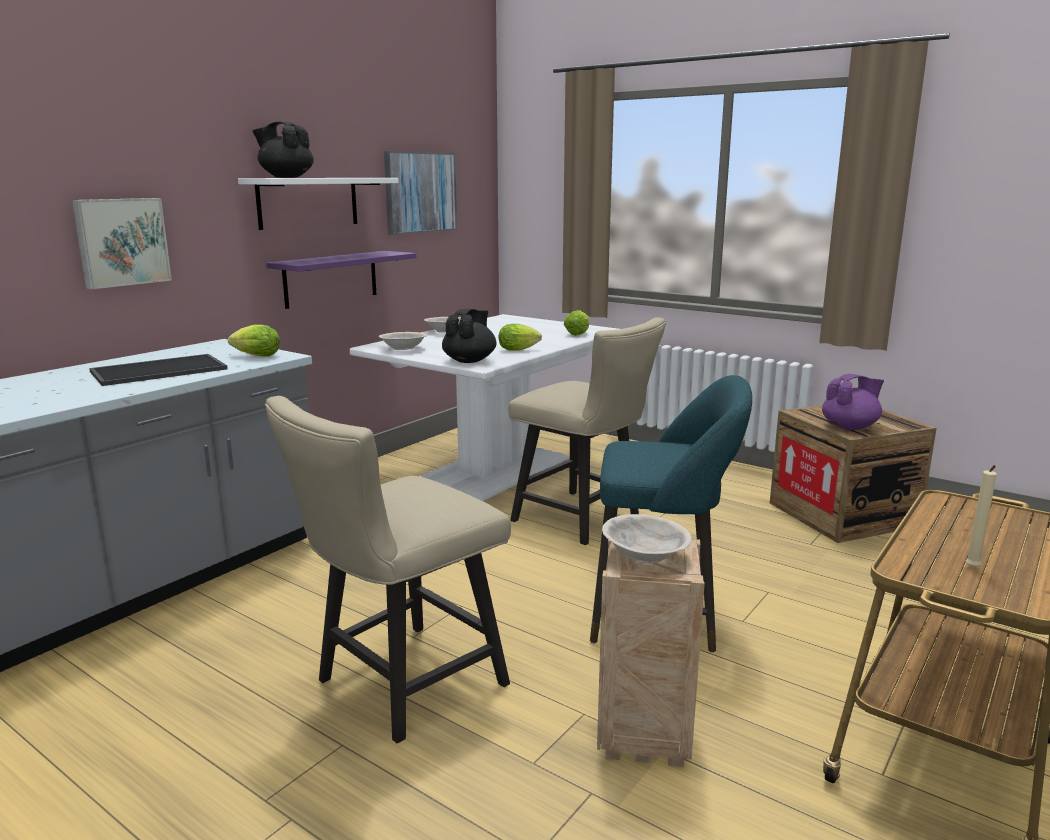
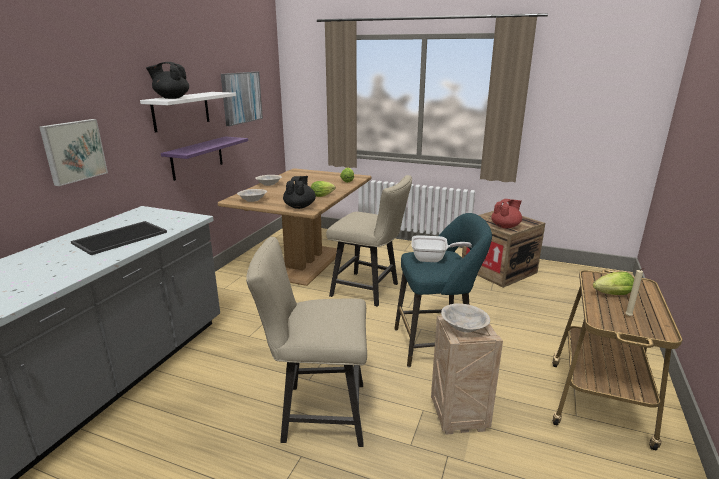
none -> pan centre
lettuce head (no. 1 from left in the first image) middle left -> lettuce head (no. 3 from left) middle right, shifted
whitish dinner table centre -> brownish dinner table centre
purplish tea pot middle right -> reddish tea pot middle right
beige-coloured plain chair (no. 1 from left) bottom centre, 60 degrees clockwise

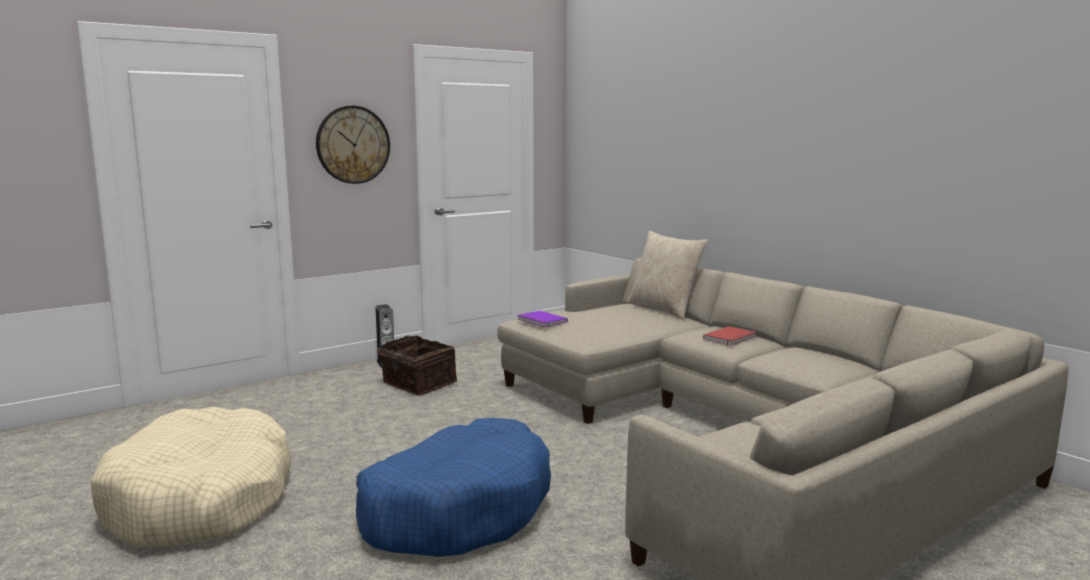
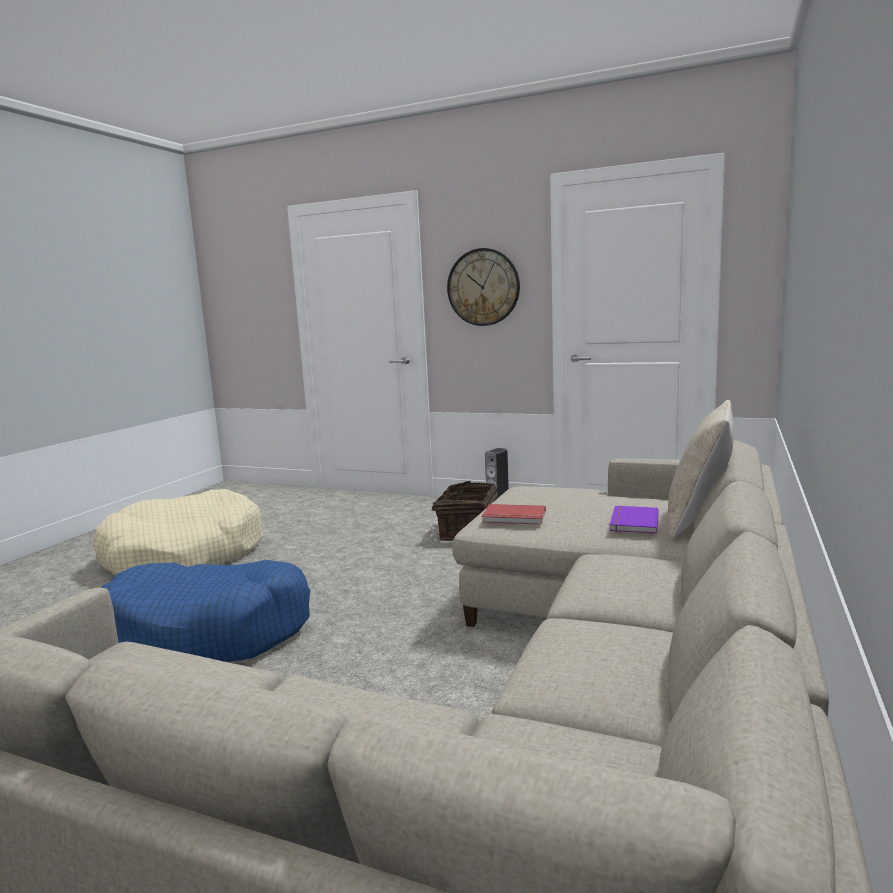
purplish bound book centre -> purplish bound book middle right, shifted
reddish bound book middle right -> reddish bound book centre, shifted

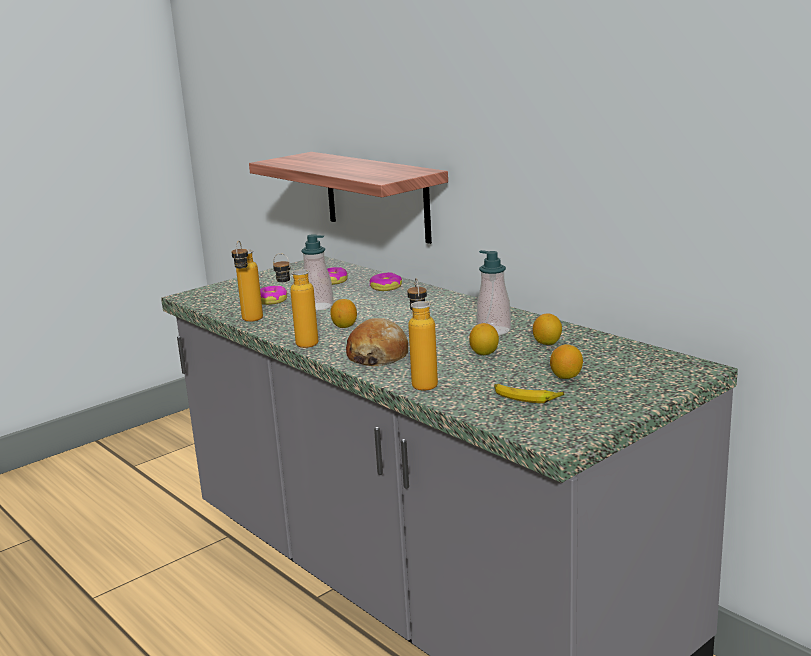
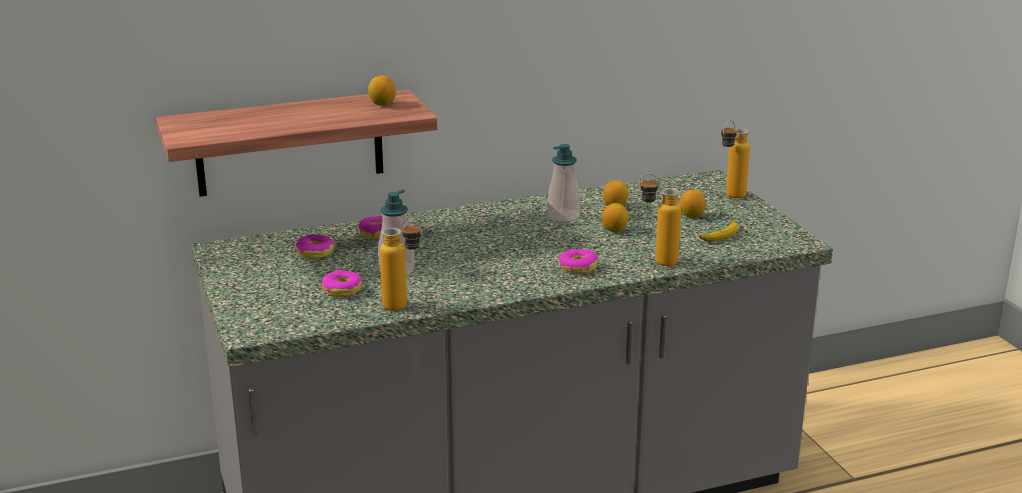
bottle (no. 2 from left in the first image) centre -> bottle (no. 3 from left) top right, shifted
whole lemon (no. 1 from left) centre -> whole lemon (no. 1 from left) top centre, shifted
bread centre -> donut (no. 4 from left) centre

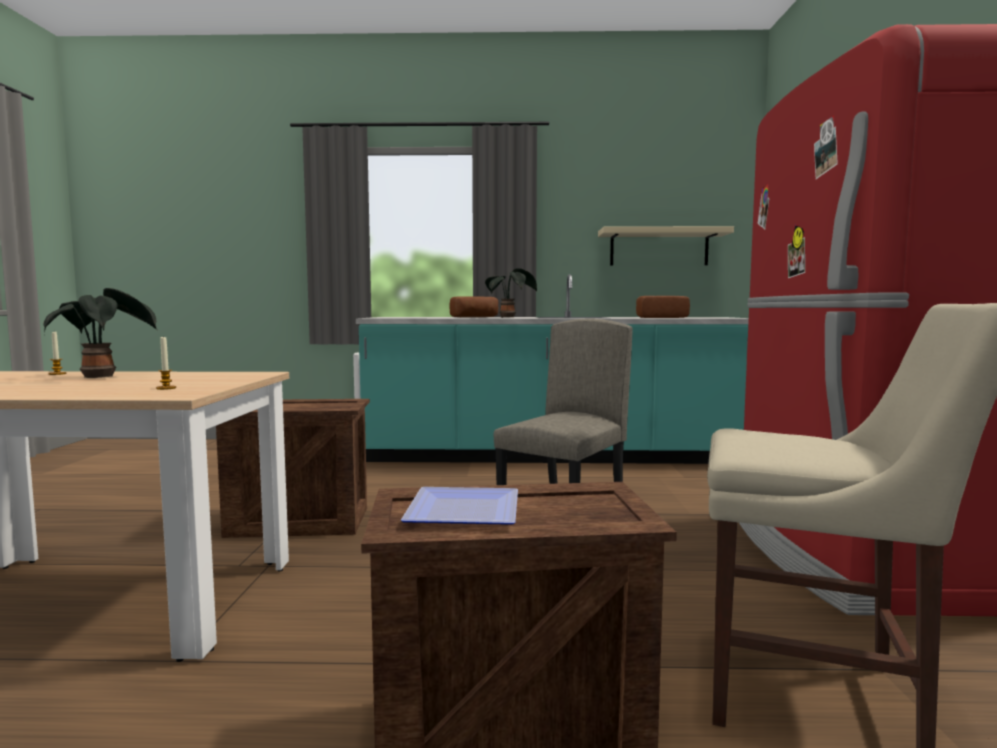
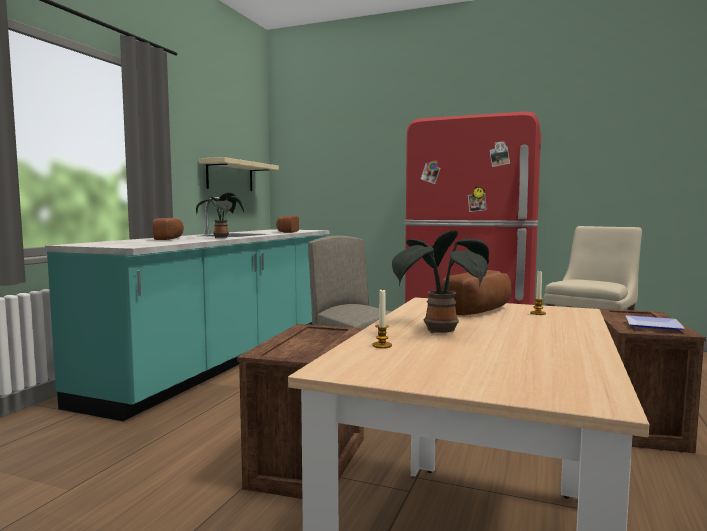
none -> bread (no. 3 from left) middle right

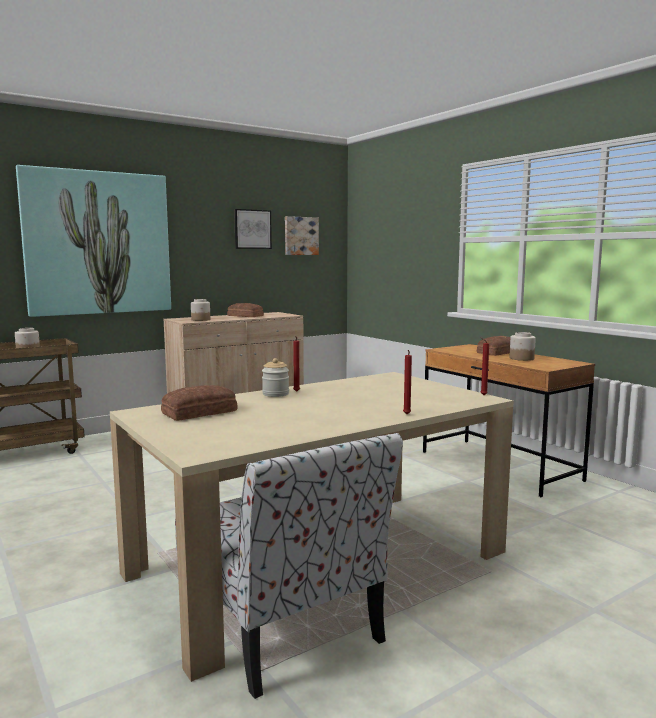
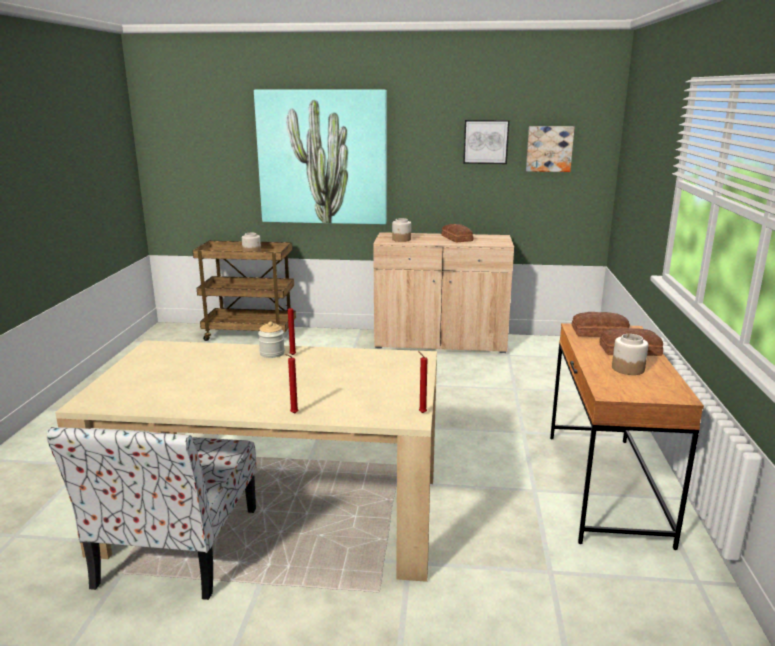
bread (no. 1 from left in the first image) middle left -> bread (no. 2 from left) middle right, shifted

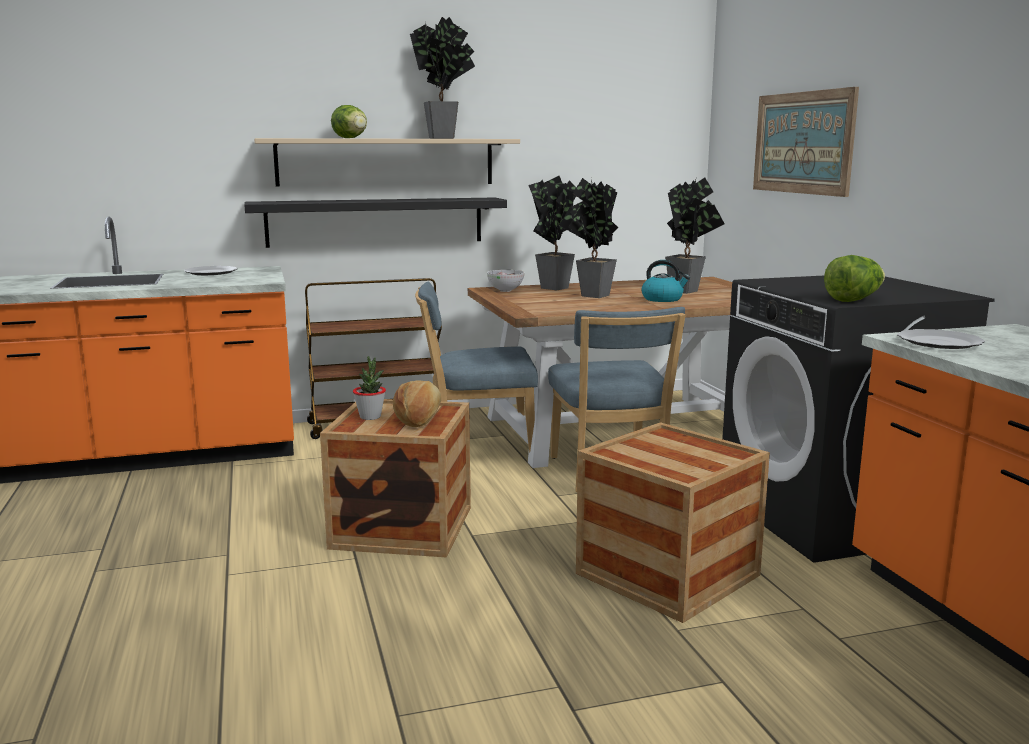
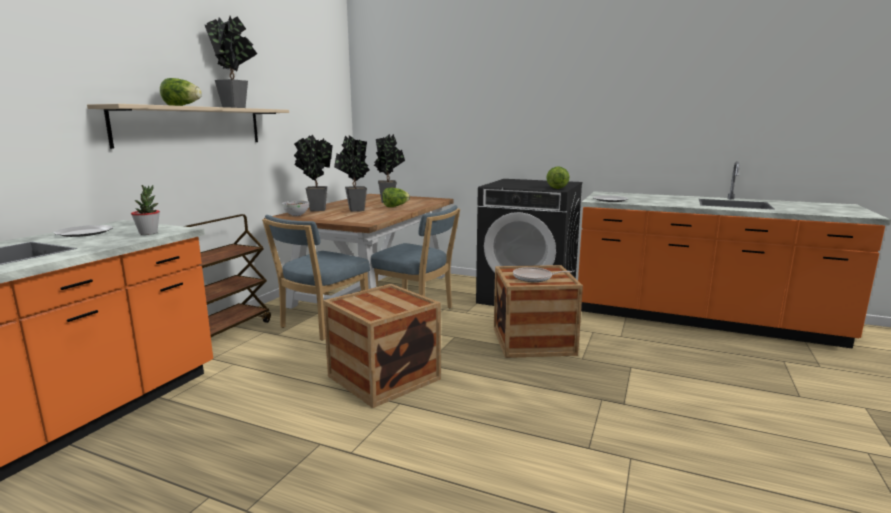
blackish wall shelf top centre -> none
bread centre -> none
wall picture top right -> none
none -> pan centre
houseplant (no. 1 from left) centre -> houseplant (no. 1 from left) middle left, shifted
kettle centre -> lettuce head (no. 2 from left) centre

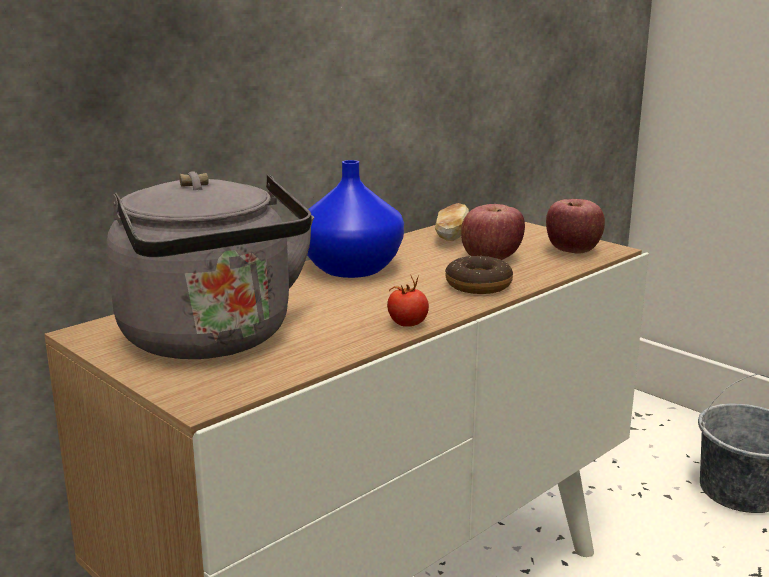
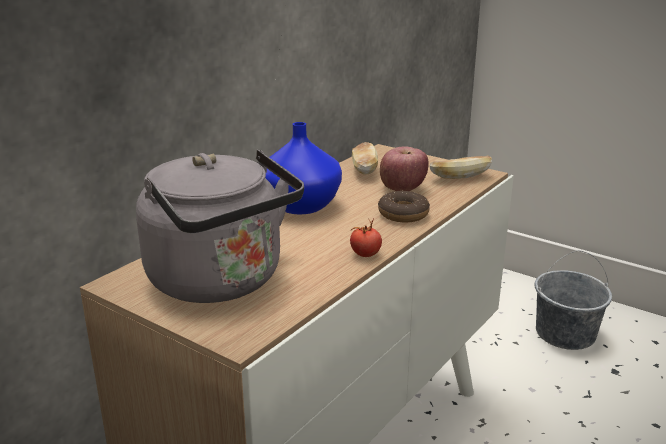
apple fruit (no. 2 from left) middle right -> bread (no. 2 from left) middle right

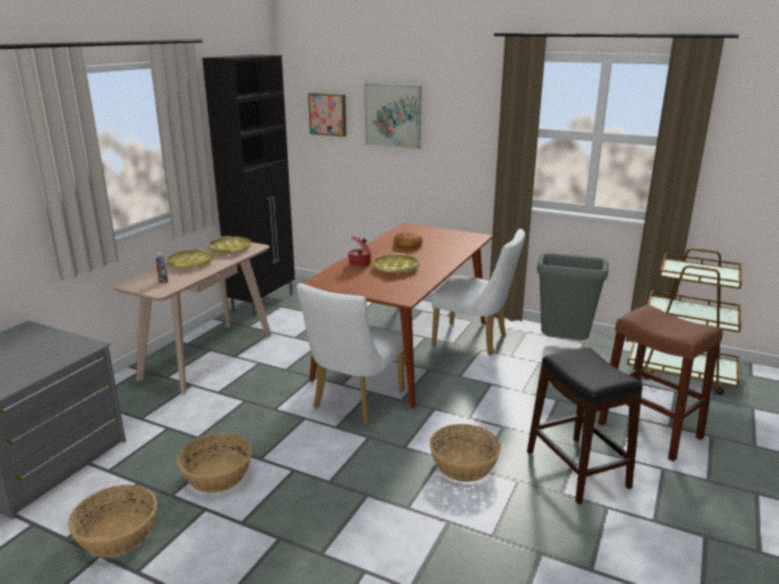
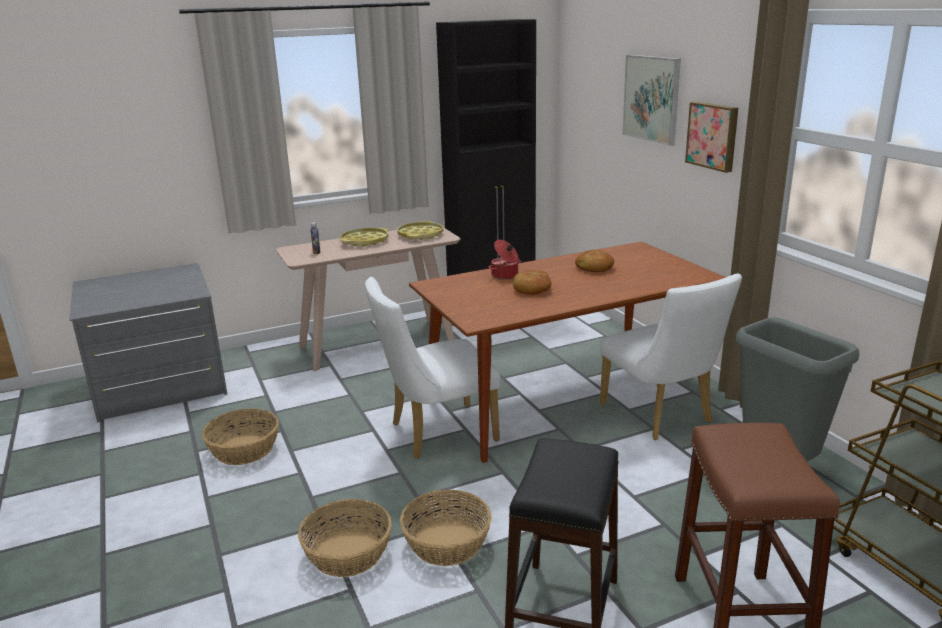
basket (no. 1 from left in the first image) bottom left -> basket (no. 2 from left) bottom centre, shifted
wall picture (no. 1 from left in the first image) top centre -> wall picture (no. 2 from left) top right, shifted
yellow-coloured carrying tray (no. 3 from left) centre -> bread (no. 1 from left) centre

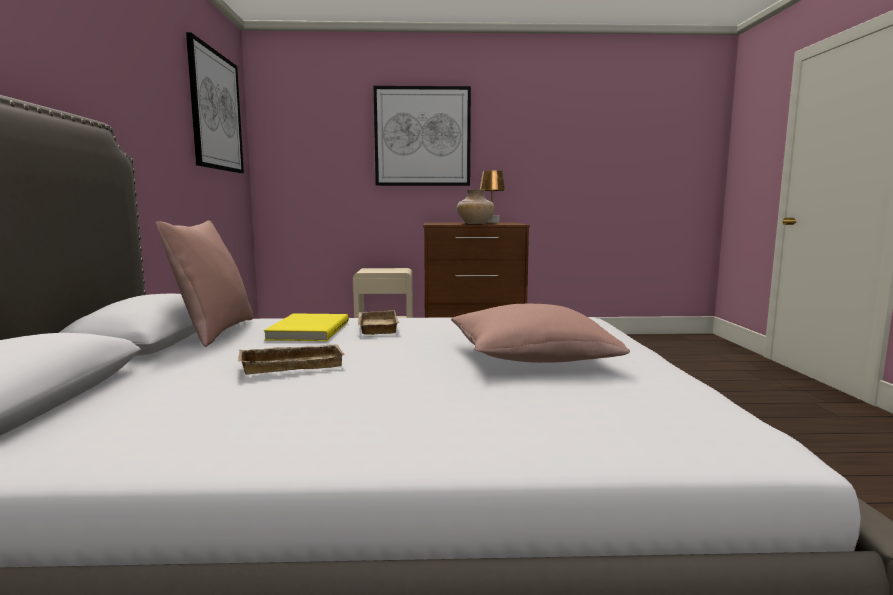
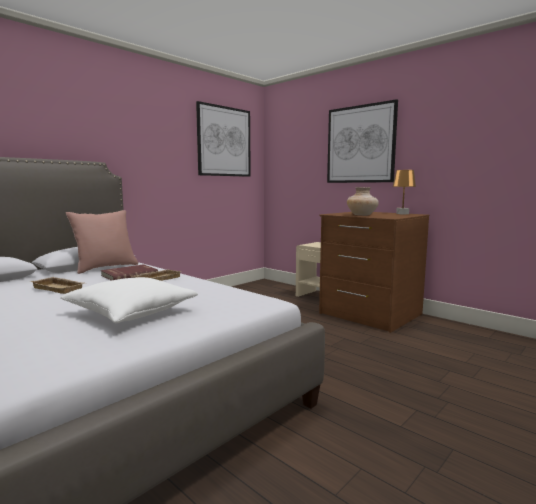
yellow-coloured bound book centre -> reddish bound book middle left
pink cushion (no. 2 from left) centre -> whitish cushion middle left

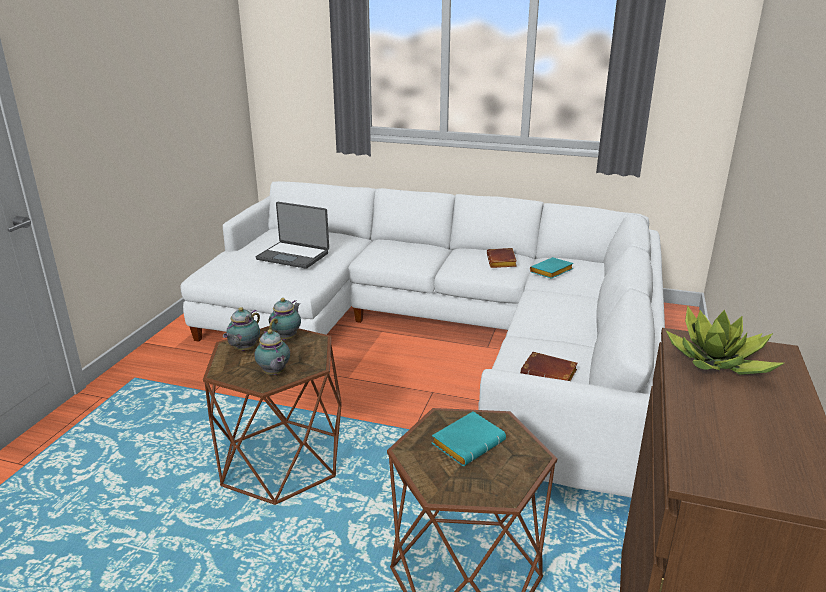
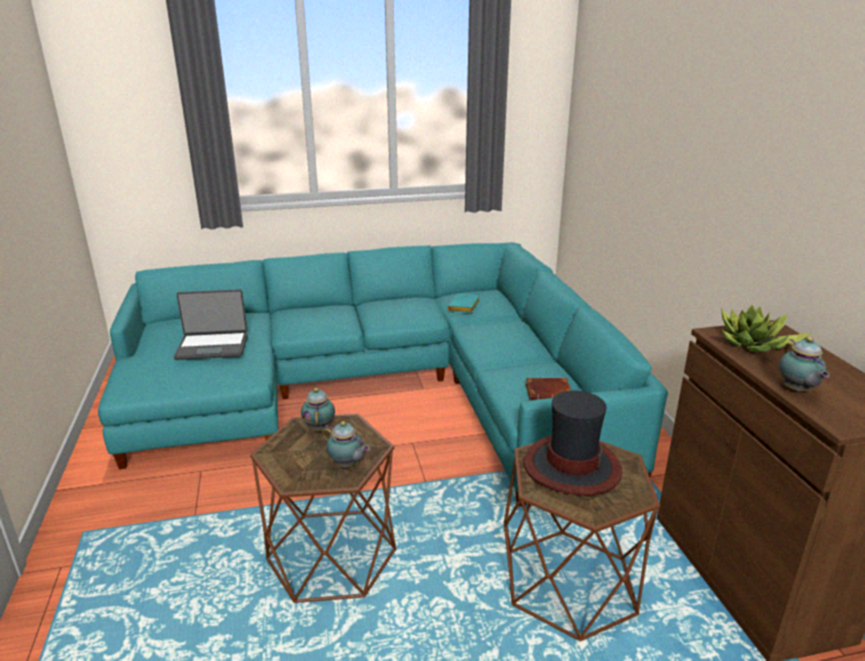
brownish bound book (no. 1 from left) centre -> none
tea pot (no. 1 from left in the first image) middle left -> tea pot (no. 3 from left) middle right, shifted
blue-green bound book (no. 1 from left) bottom centre -> clothing hat bottom centre
whitish settee centre -> blue-green settee centre

